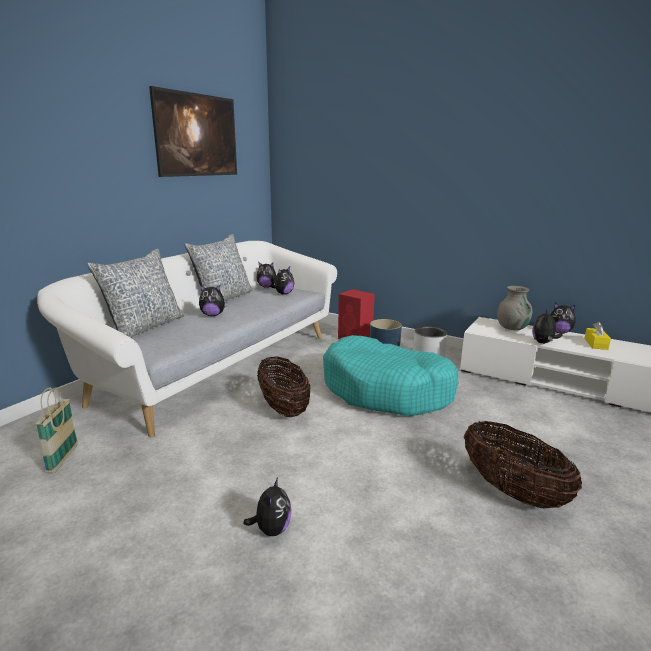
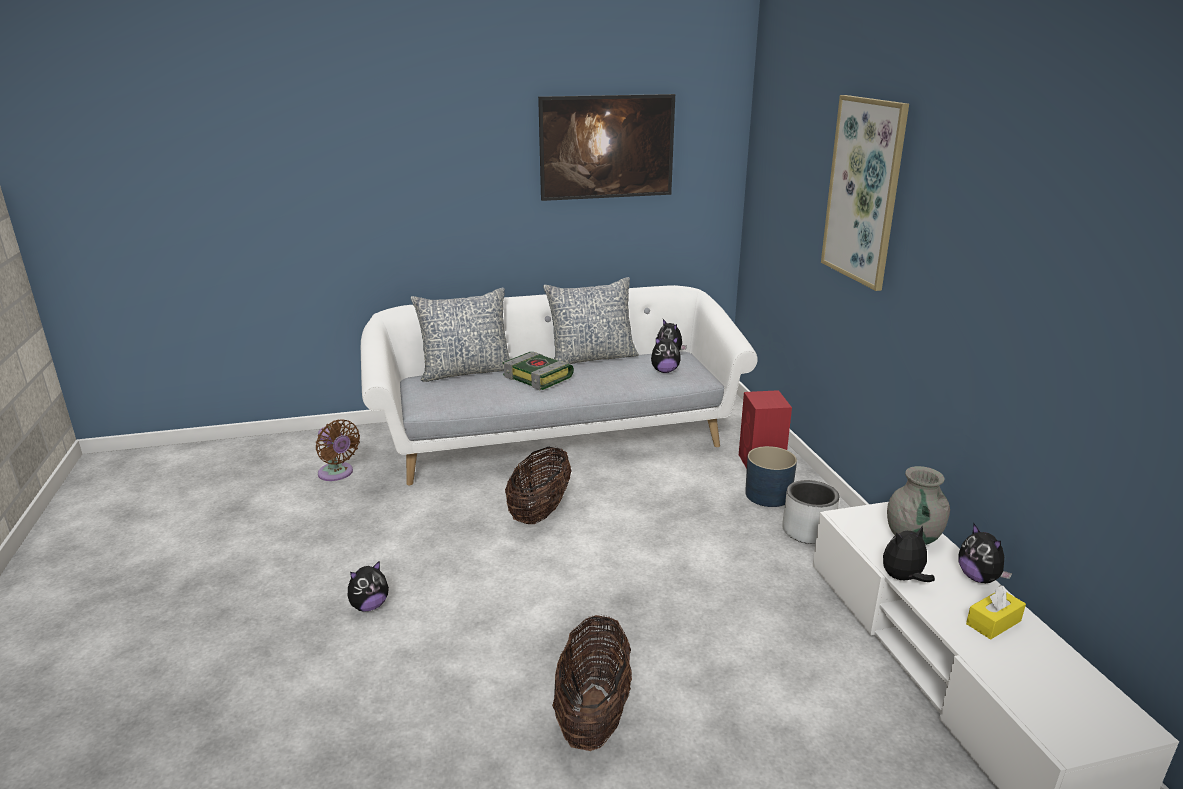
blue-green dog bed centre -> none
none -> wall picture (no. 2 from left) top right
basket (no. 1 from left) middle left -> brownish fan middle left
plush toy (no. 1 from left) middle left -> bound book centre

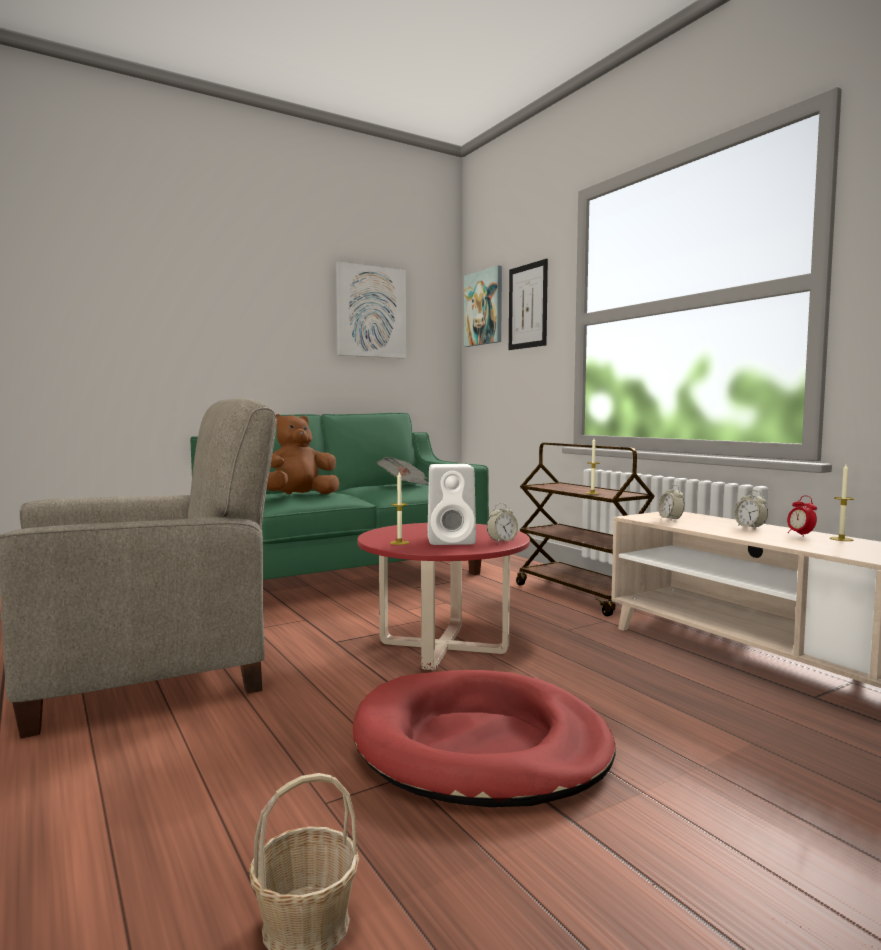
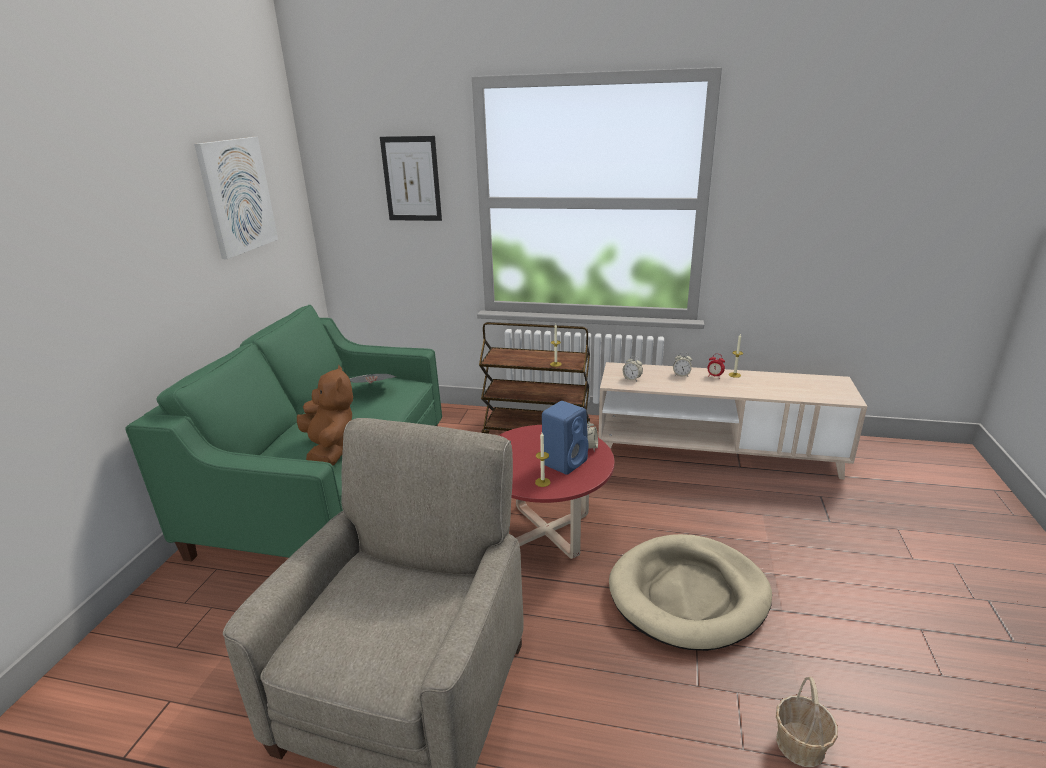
wall picture (no. 2 from left) top centre -> none
reddish dog bed bottom centre -> beige-coloured dog bed bottom centre
whitish loudspeaker centre -> blue-coloured loudspeaker centre
brownish plush toy centre -> brownish plush toy middle left, 150 degrees clockwise

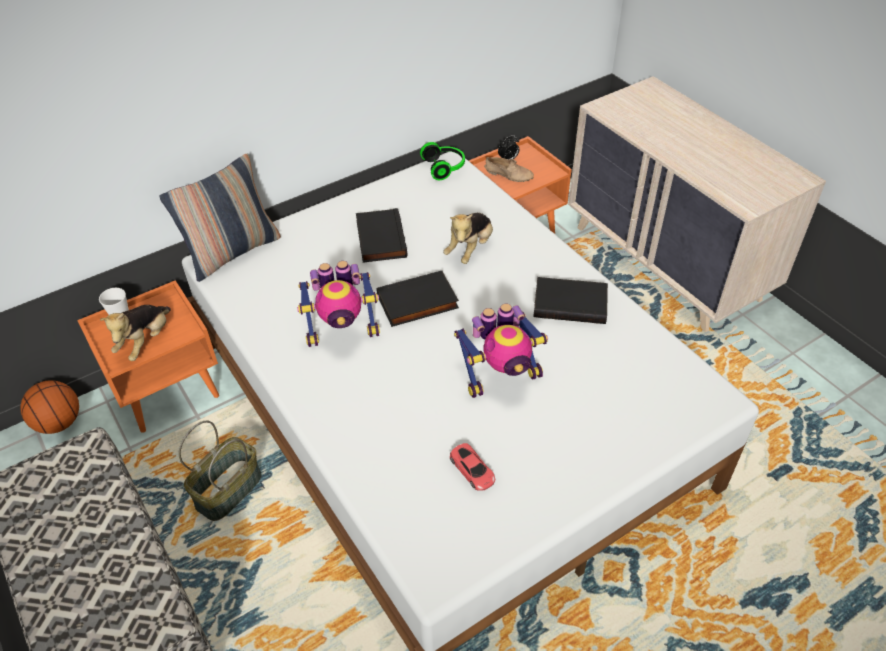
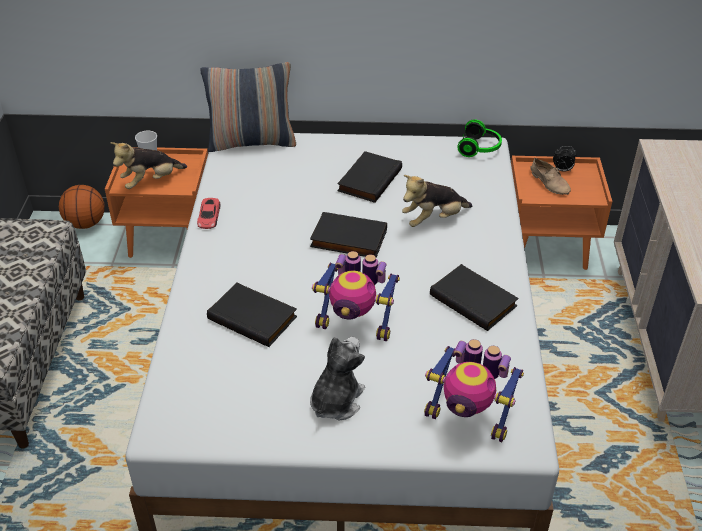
basket bottom left -> none
none -> blackish bound book (no. 1 from left) centre
none -> plush toy (no. 2 from left) bottom centre
robot figure (no. 1 from left in the first image) centre -> robot figure (no. 2 from left) bottom right, shifted
reddish toy car bottom centre -> reddish toy car middle left, shifted

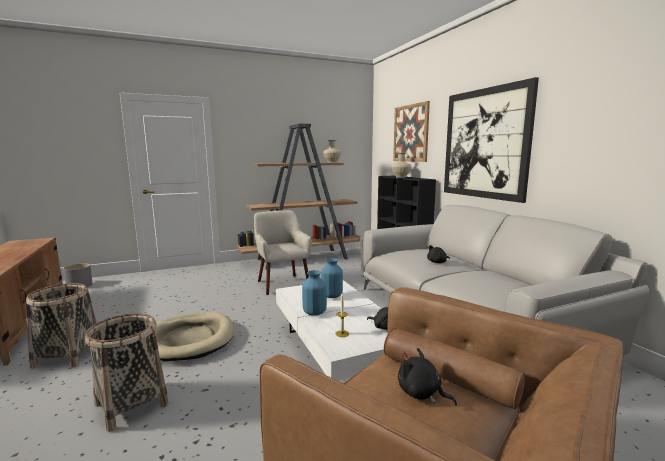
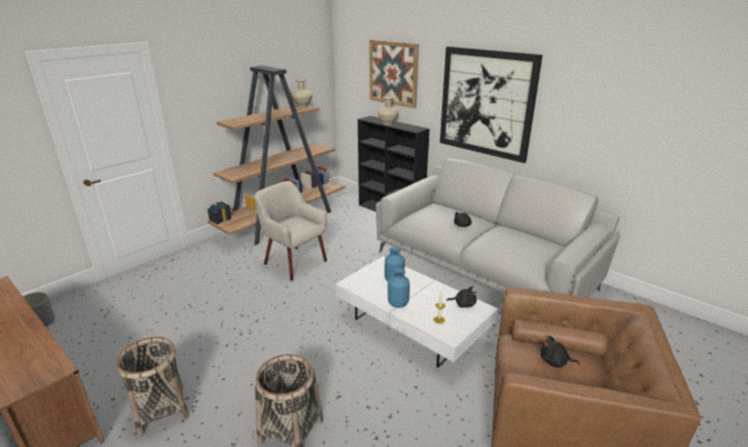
beige-coloured dog bed bottom left -> none

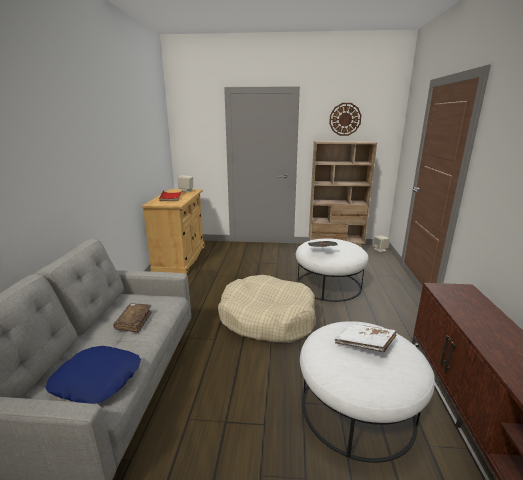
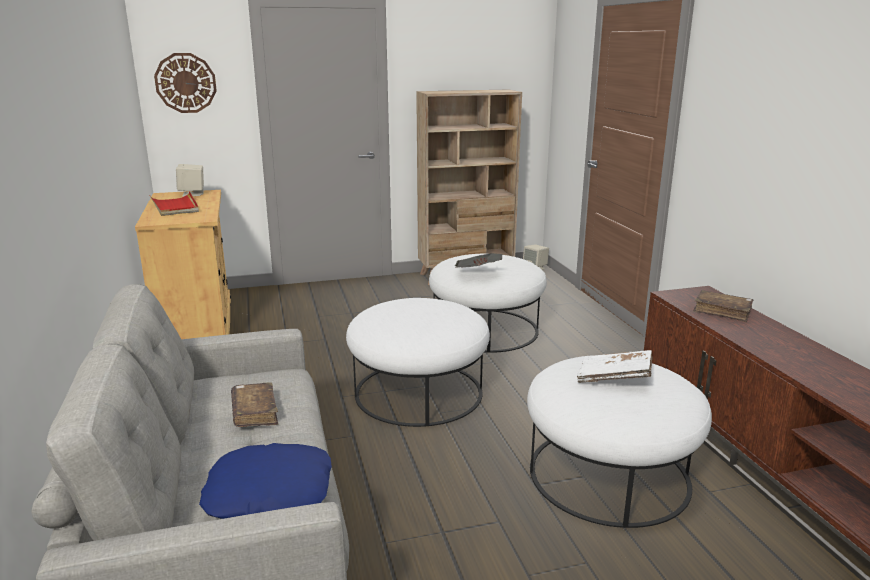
none -> brownish bound book (no. 2 from left) middle right
wall clock top centre -> wall clock top left, shifted
beige-coloured dog bed centre -> whitish pouffe (no. 1 from left) centre

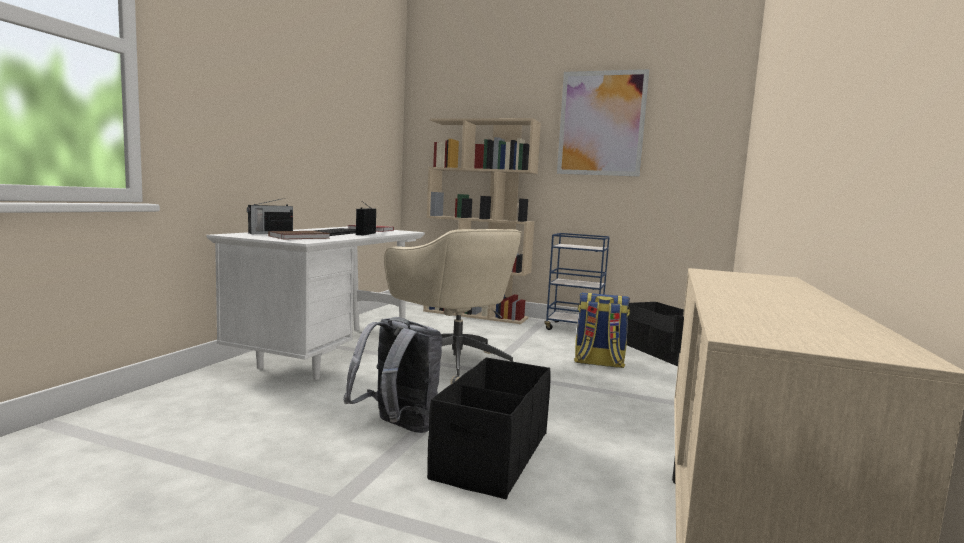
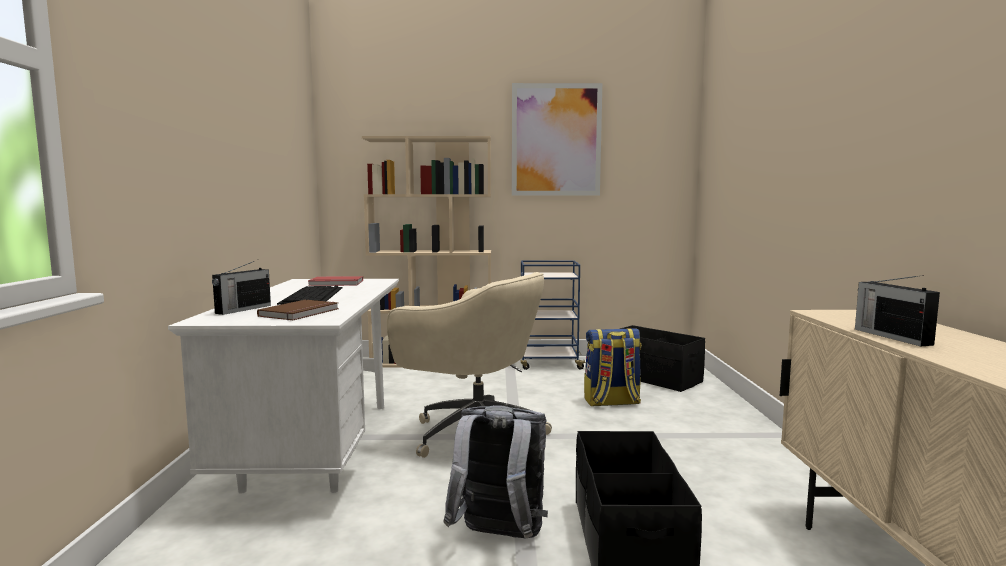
radio (no. 2 from left) centre -> radio (no. 2 from left) middle right, shifted

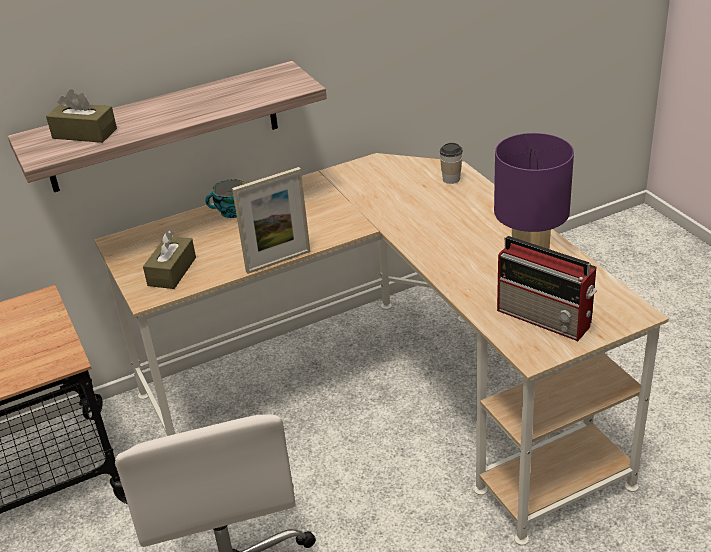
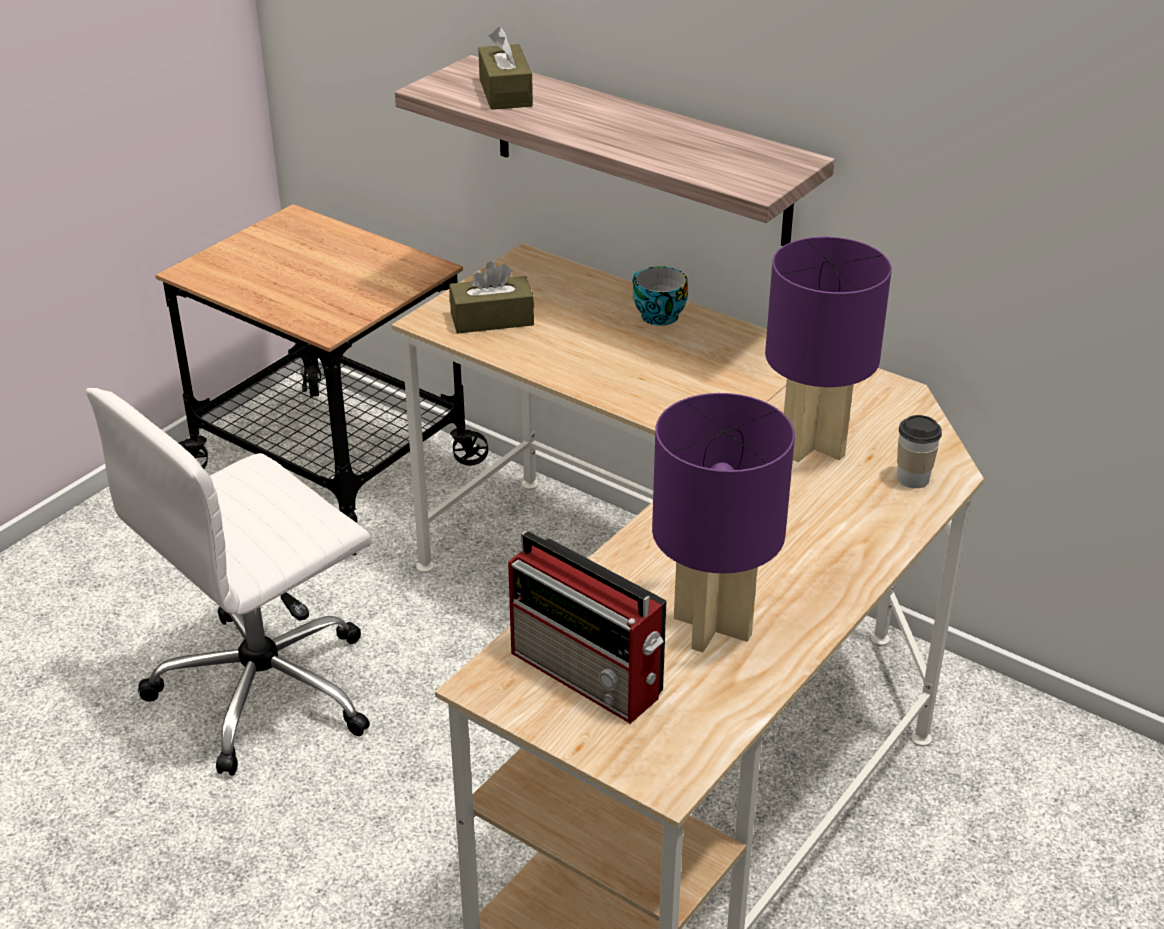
picture frame centre -> none
none -> purplish table lamp (no. 2 from left) middle right
radio middle right -> radio bottom centre, 60 degrees counterclockwise

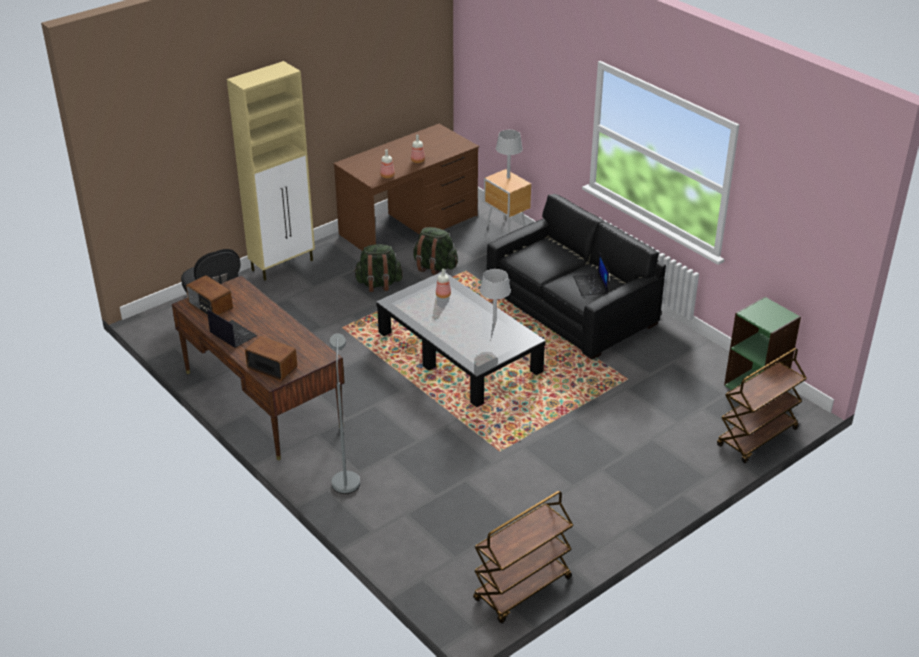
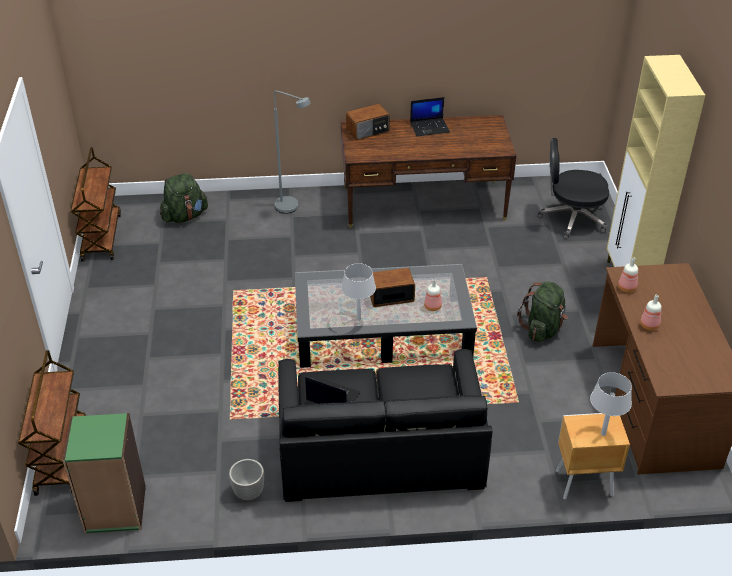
none -> flower pot bottom centre
radio (no. 1 from left in the first image) middle left -> radio (no. 2 from left) centre, shifted
green knapsack (no. 2 from left in the first image) centre -> green knapsack (no. 1 from left) middle left, shifted

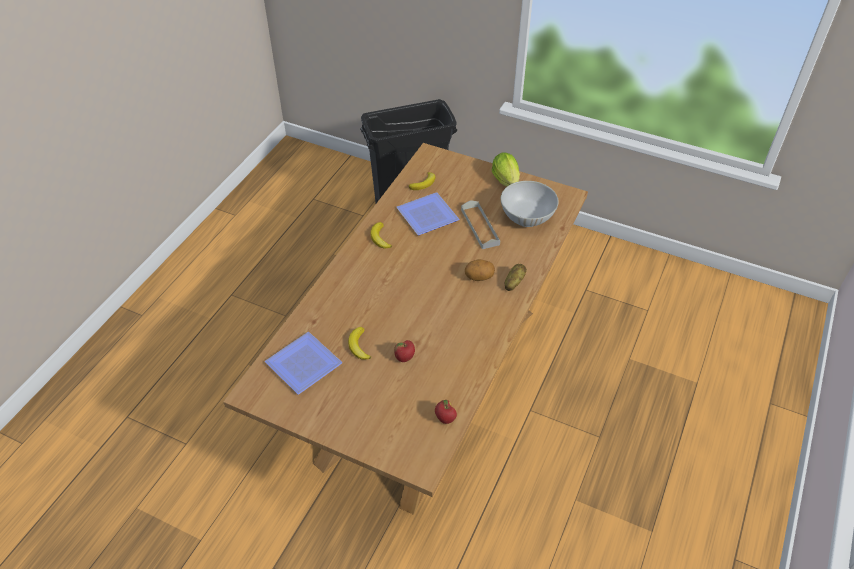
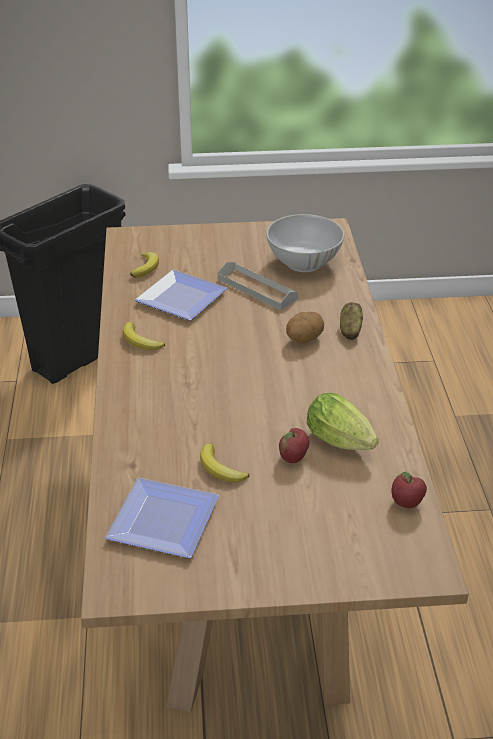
lettuce head top centre -> lettuce head middle right, shifted

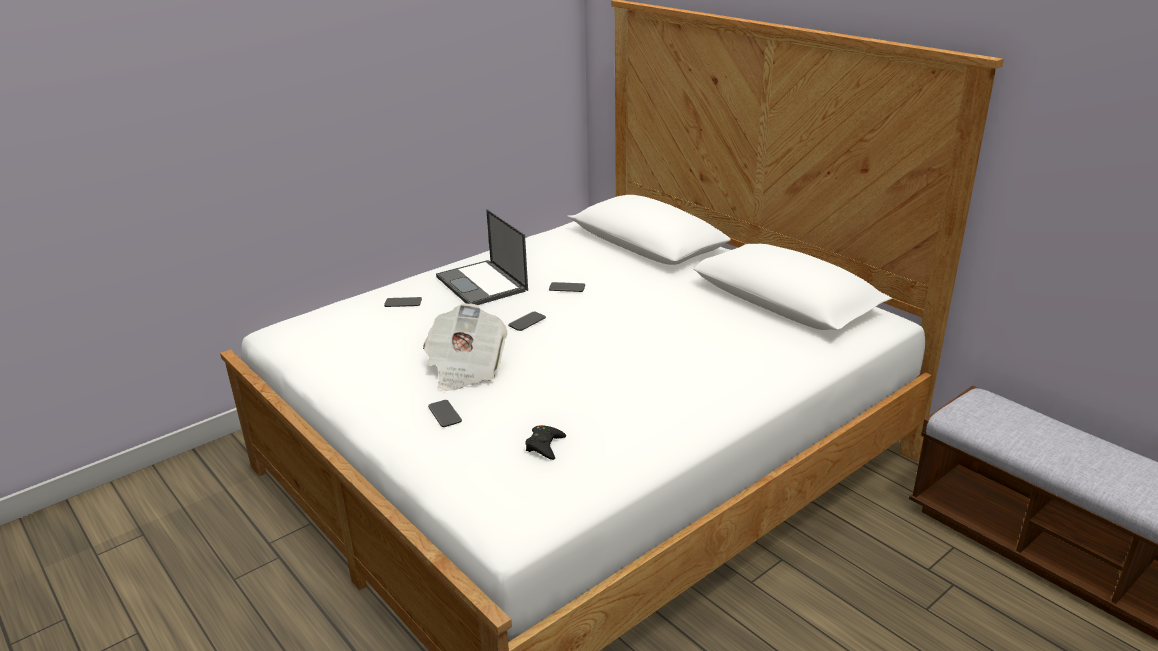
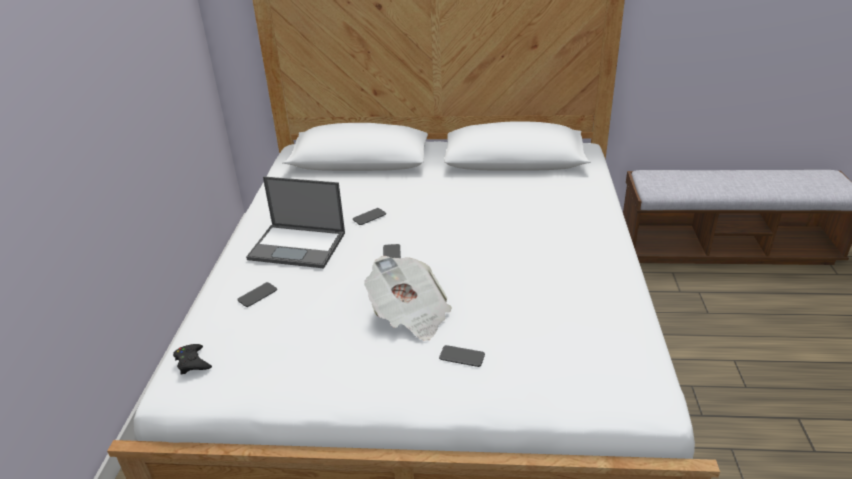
blackish gamepad bottom centre -> blackish gamepad bottom left, shifted

